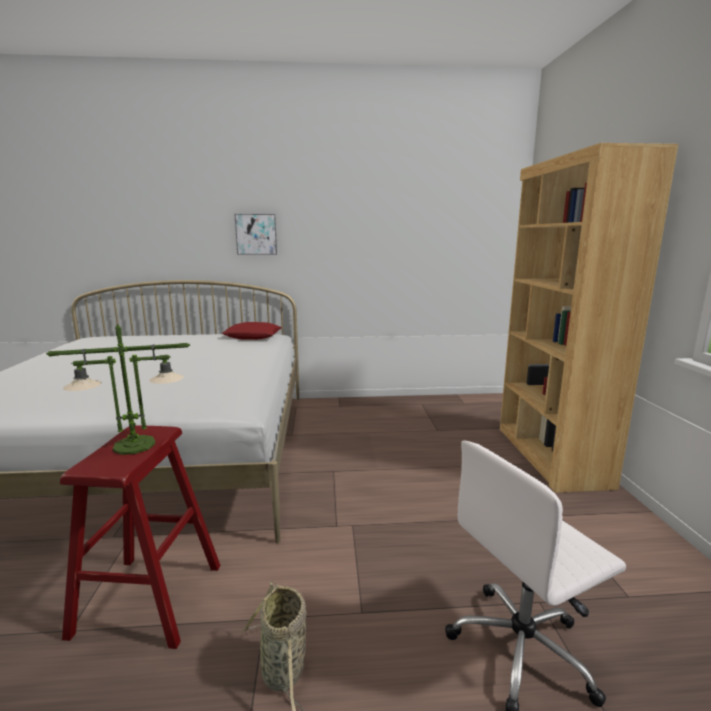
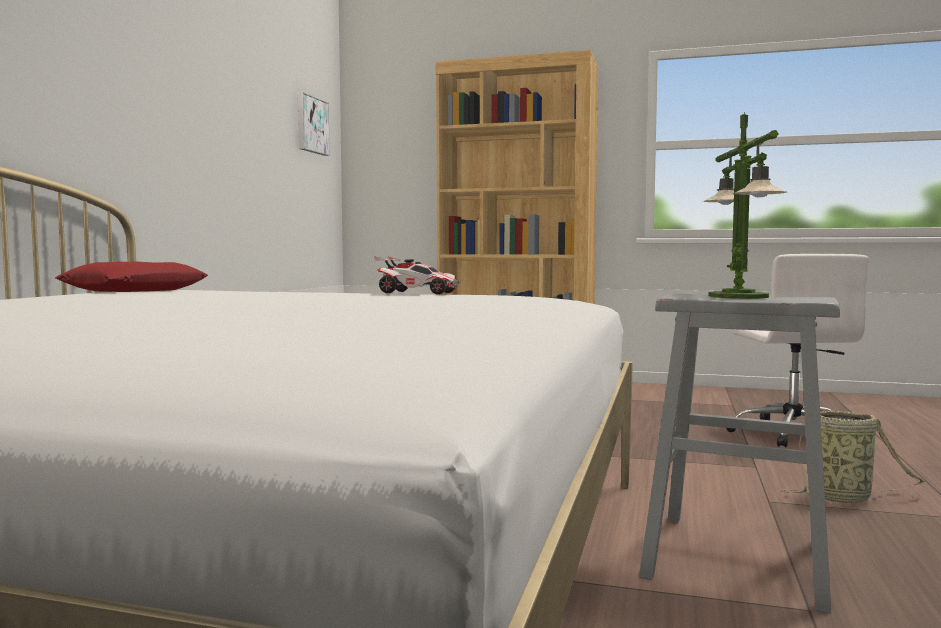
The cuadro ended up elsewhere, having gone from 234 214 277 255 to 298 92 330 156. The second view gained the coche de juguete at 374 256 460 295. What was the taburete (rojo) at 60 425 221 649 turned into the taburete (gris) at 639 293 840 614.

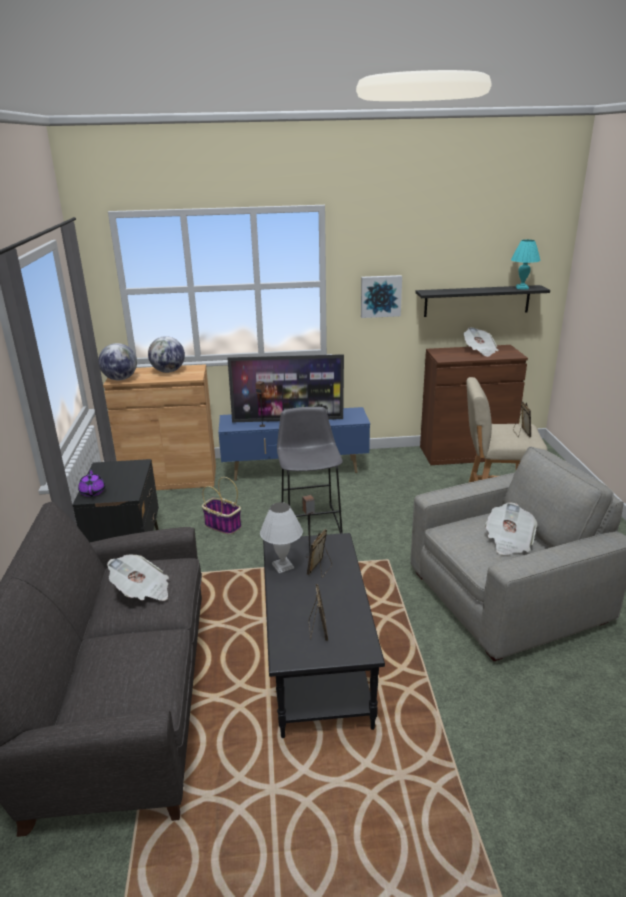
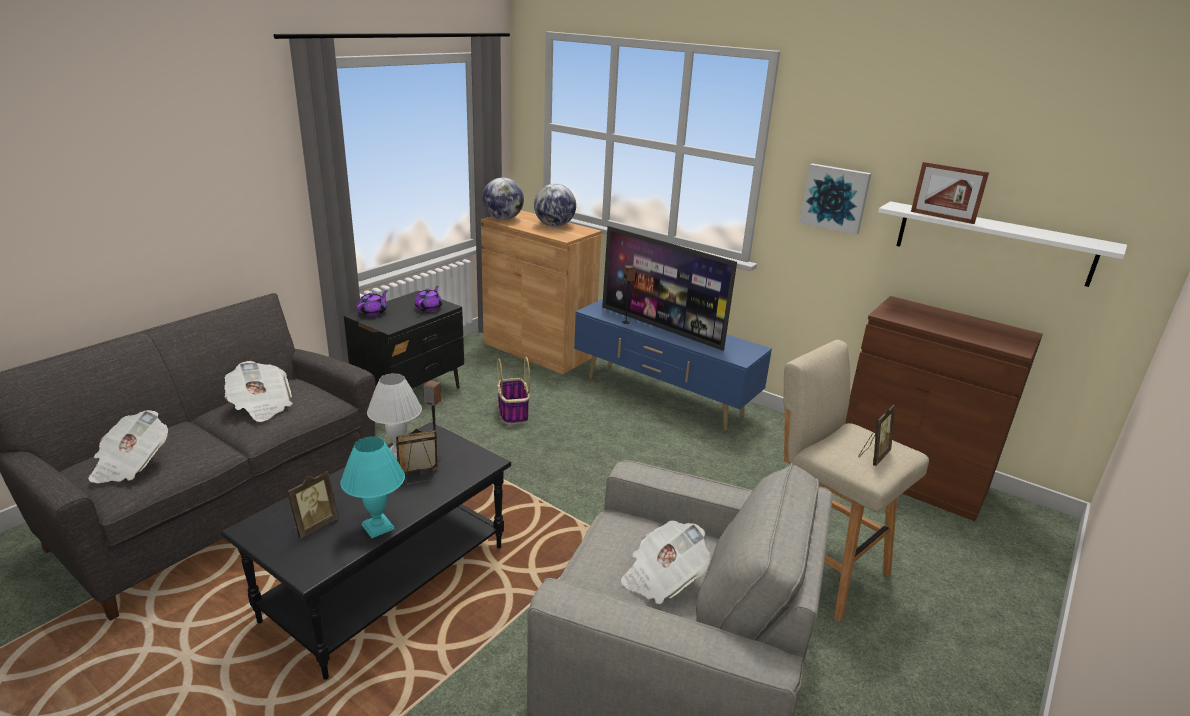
The periódico ended up elsewhere, having gone from 463 327 498 357 to 88 410 168 483. The lámpara de mesa (turquesa) ended up elsewhere, having gone from 511 240 541 289 to 340 437 405 538. The second view gained the tetera (morado) at 415 286 442 312. What was the estante (negro) at 416 285 550 317 turned into the estante (blanco) at 878 201 1127 287. The second view gained the portarretratos at 911 162 989 224. The second view lost the taburete (gris) at 277 407 343 534.

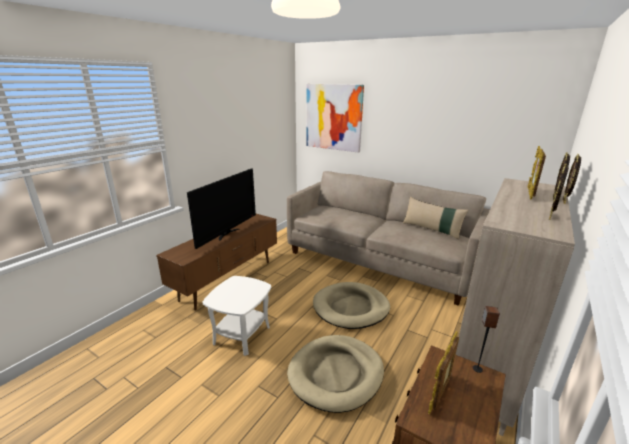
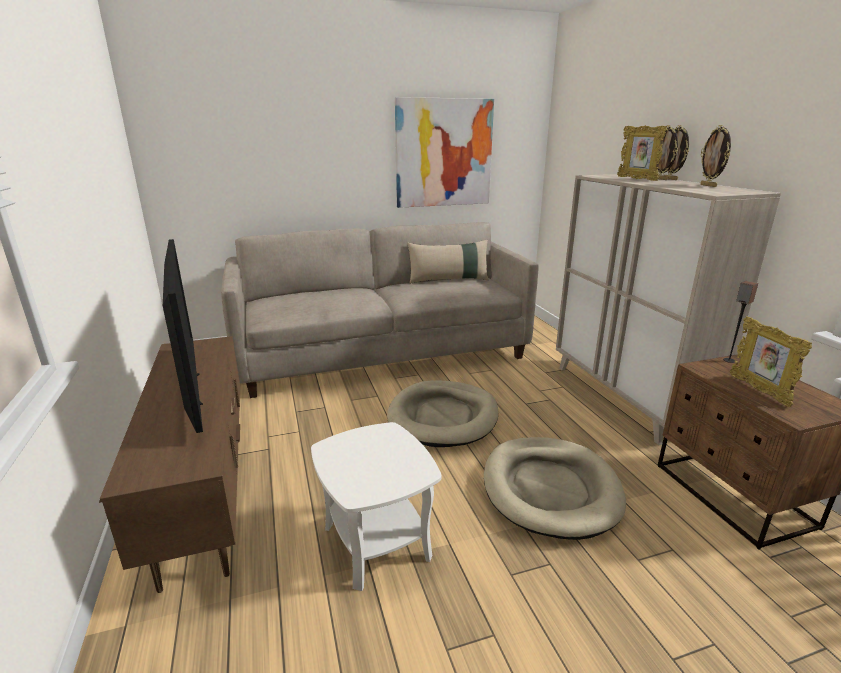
The cuadro ended up elsewhere, having gone from 307 84 364 153 to 395 97 494 208.

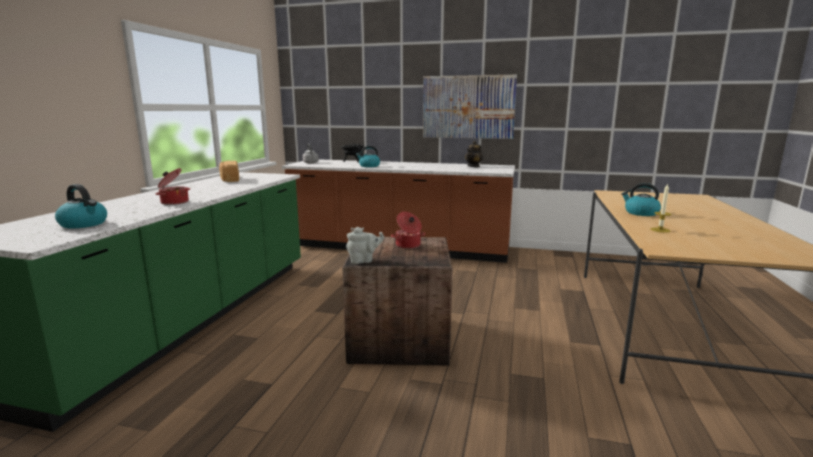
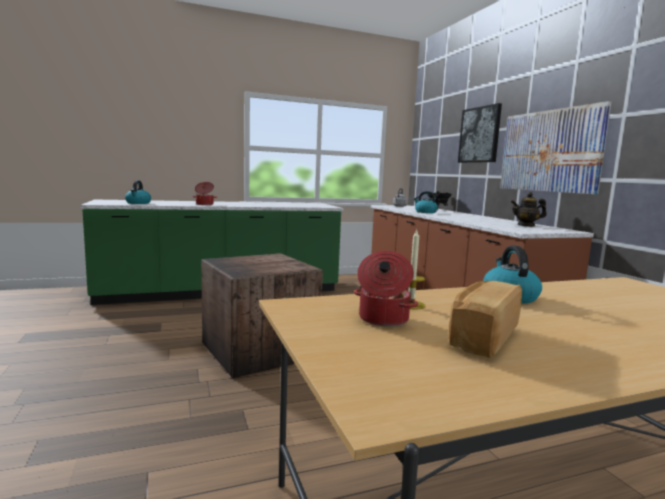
The olla ended up elsewhere, having gone from 391 212 425 249 to 354 251 418 327. The pan ended up elsewhere, having gone from 219 161 239 182 to 448 281 522 359. The second view gained the cuadro at 458 103 502 163. The second view lost the tetera (gris) at 346 227 384 264.

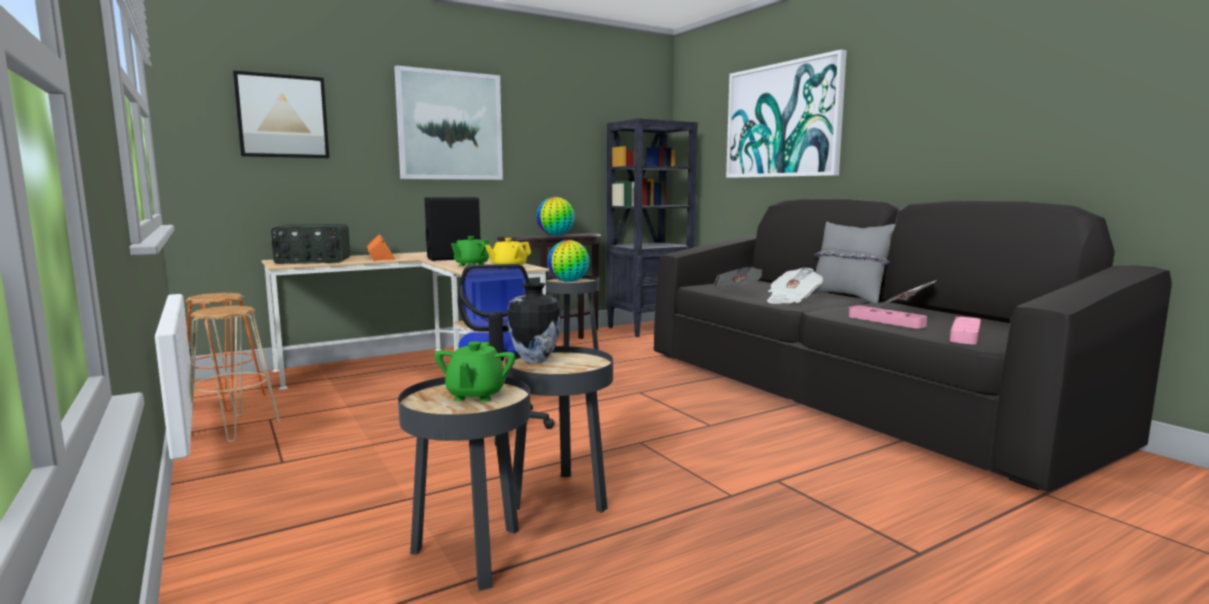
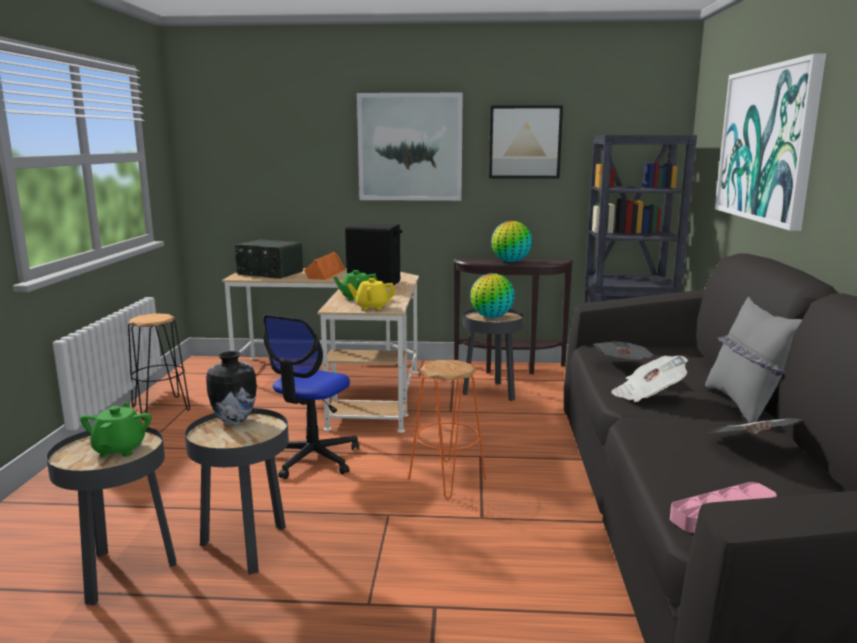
The tetera (verde) at 435 341 516 402 ended up facing another way, 135 degrees clockwise from before. What was the taburete (beis) at 190 305 280 442 turned into the taburete (negro) at 128 313 190 420. The taburete (naranja) ended up elsewhere, having gone from 185 293 265 412 to 408 360 486 499. The cuadro ended up elsewhere, having gone from 233 71 329 158 to 489 105 563 179. The second view lost the bandeja (rosa) at 849 306 927 329.

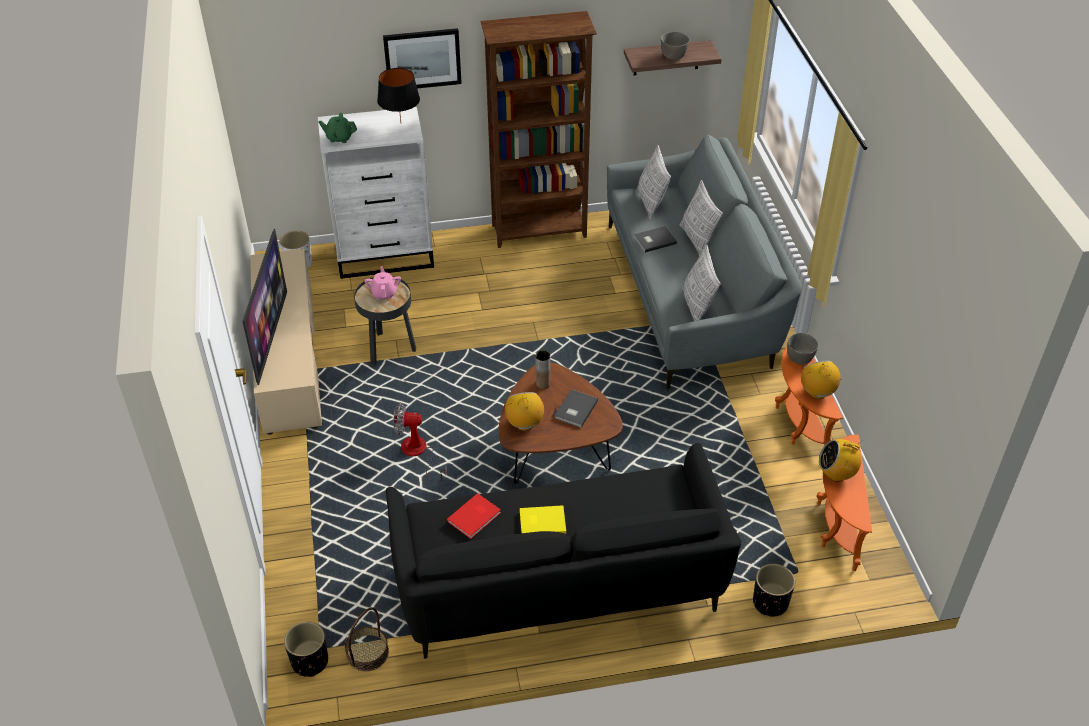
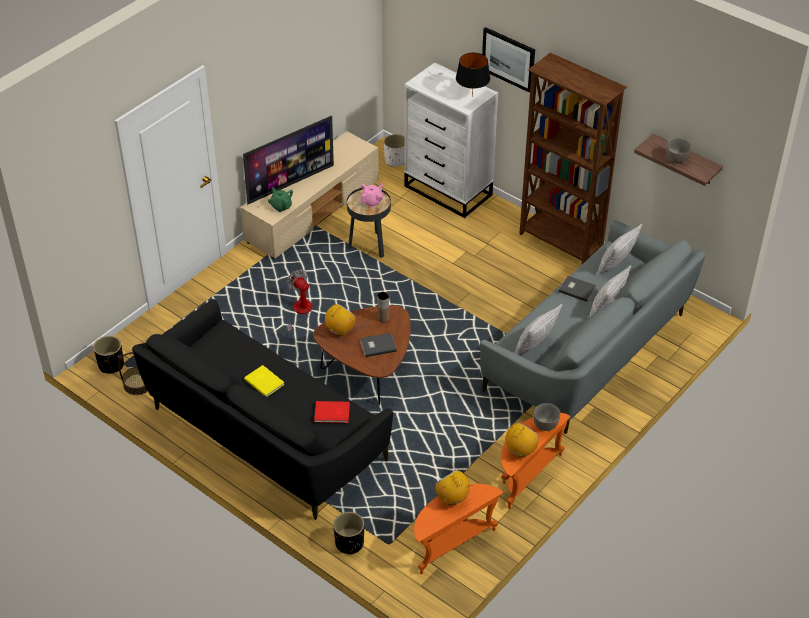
The tetera (verde) ended up elsewhere, having gone from 318 112 357 143 to 268 187 293 212. The libro (rojo) ended up elsewhere, having gone from 447 493 501 539 to 314 401 350 423.

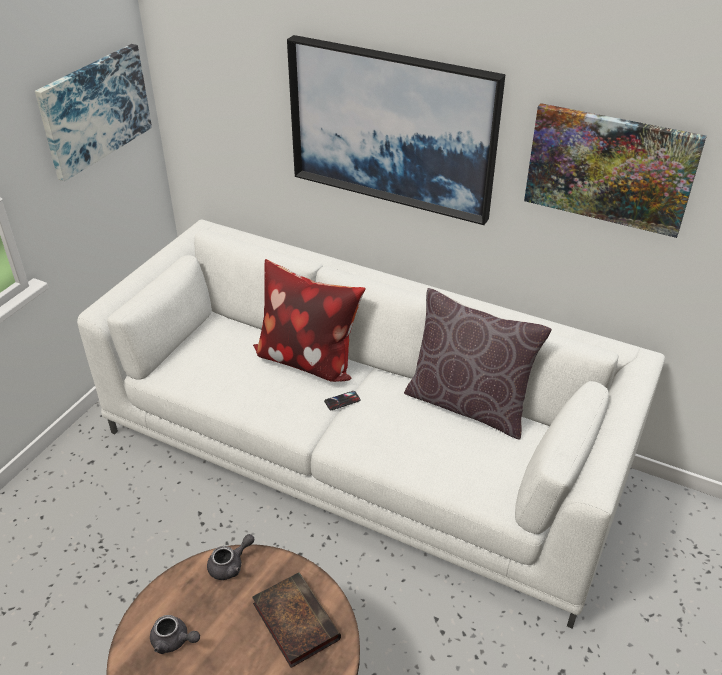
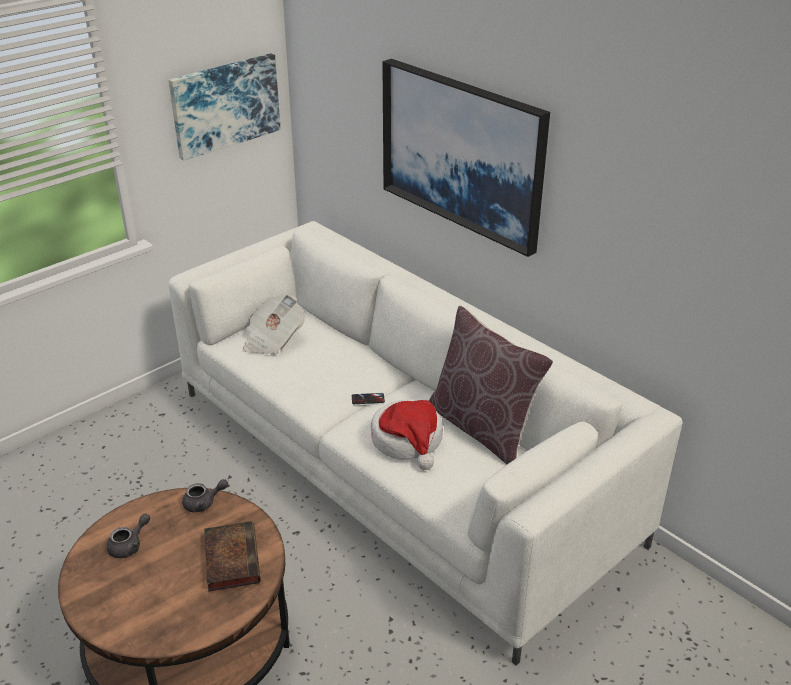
The tetera (gris) at 150 615 200 654 ended up facing another way, 90 degrees counterclockwise from before. The second view gained the periódico at 243 294 305 355. The second view gained the sombrero at 371 399 443 470. The second view lost the cojín at 253 259 365 382. The second view lost the cuadro at 524 103 707 238.

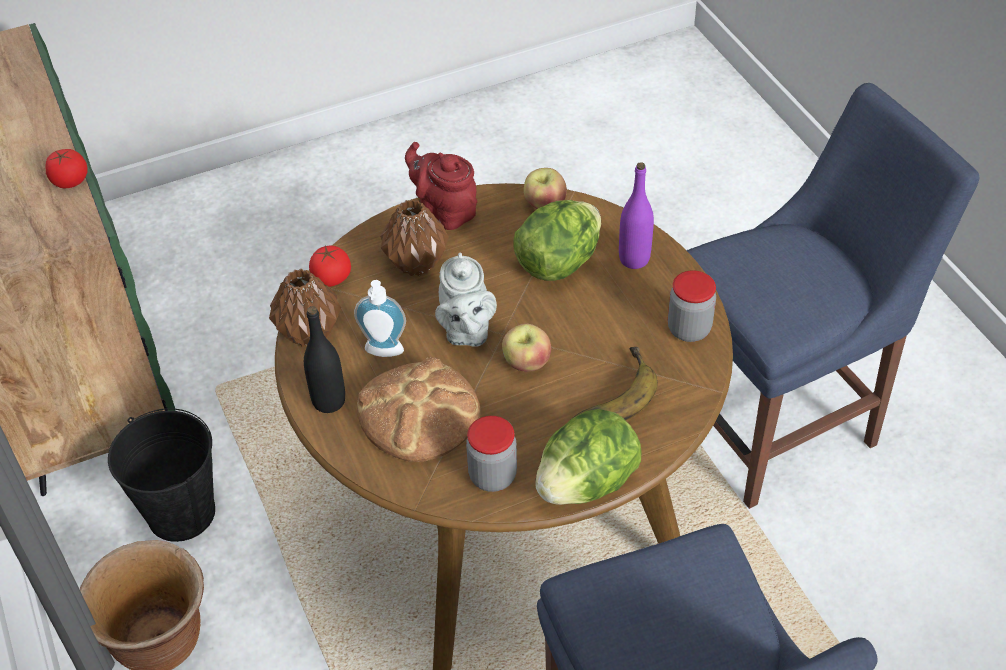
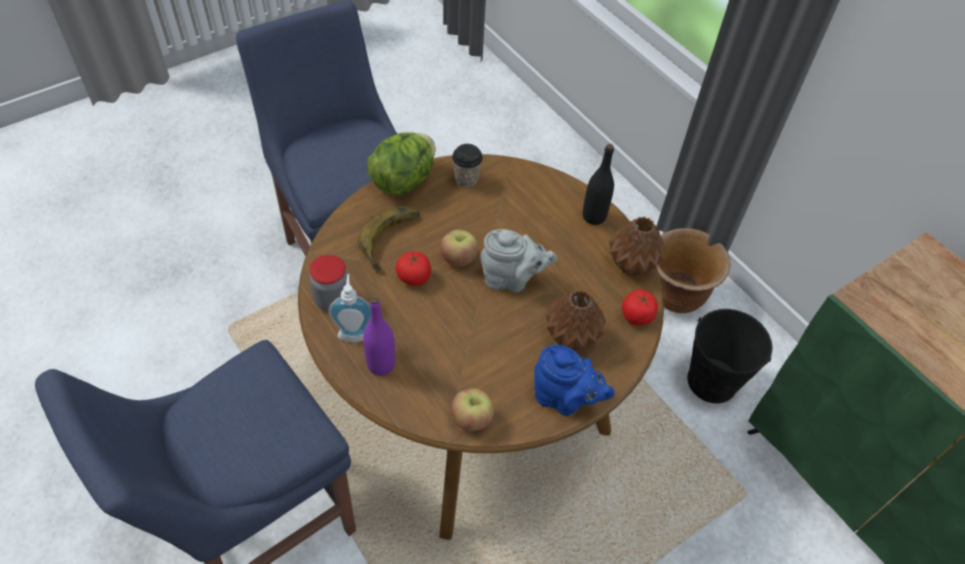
The dispensador de jabón ended up elsewhere, having gone from 354 280 406 357 to 329 274 371 342. The tomate ended up elsewhere, having gone from 45 149 88 188 to 396 251 431 286. Where the tarro stood at 466 416 517 492, the taza came to stand at 452 144 483 188. The tetera (gris) at 435 252 497 346 ended up facing another way, 120 degrees clockwise from before. What was the tetera (rojo) at 405 142 477 230 turned into the tetera (azul) at 534 345 615 416. The second view lost the pan at 357 357 480 462. The second view lost the lechuga at 513 200 601 281.

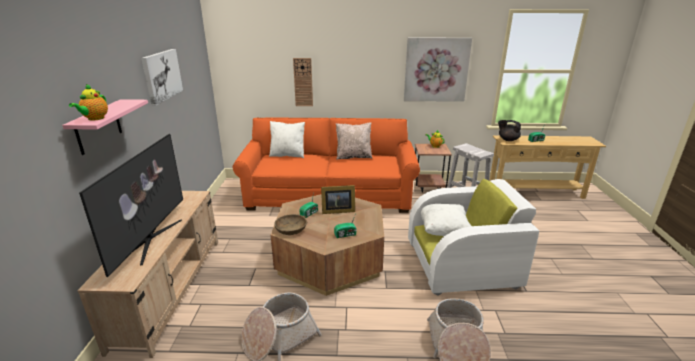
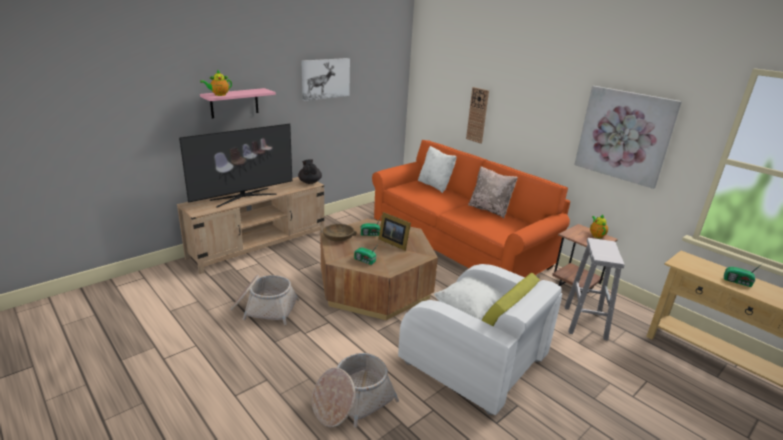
The tetera (negro) ended up elsewhere, having gone from 498 120 521 141 to 298 159 322 184.

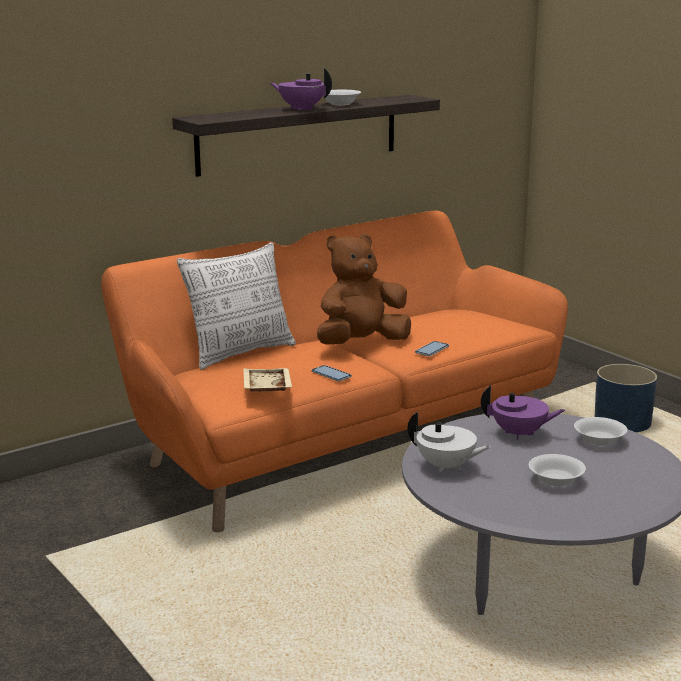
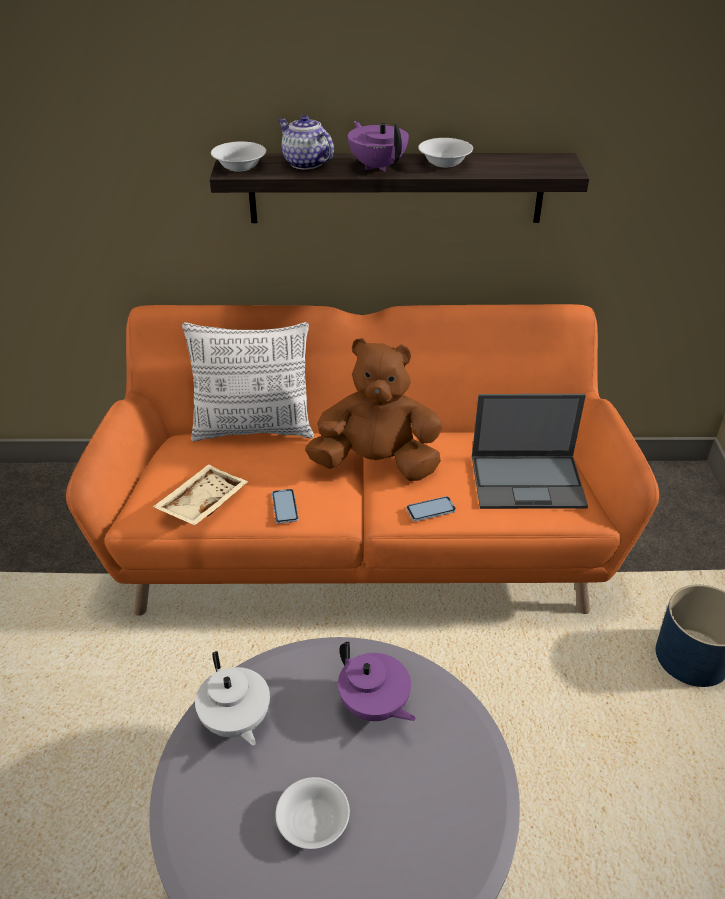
The cuenco (blanco) ended up elsewhere, having gone from 574 417 627 446 to 211 142 266 172. The second view gained the tetera at 278 115 334 170. The second view gained the portátil at 472 394 588 509.

